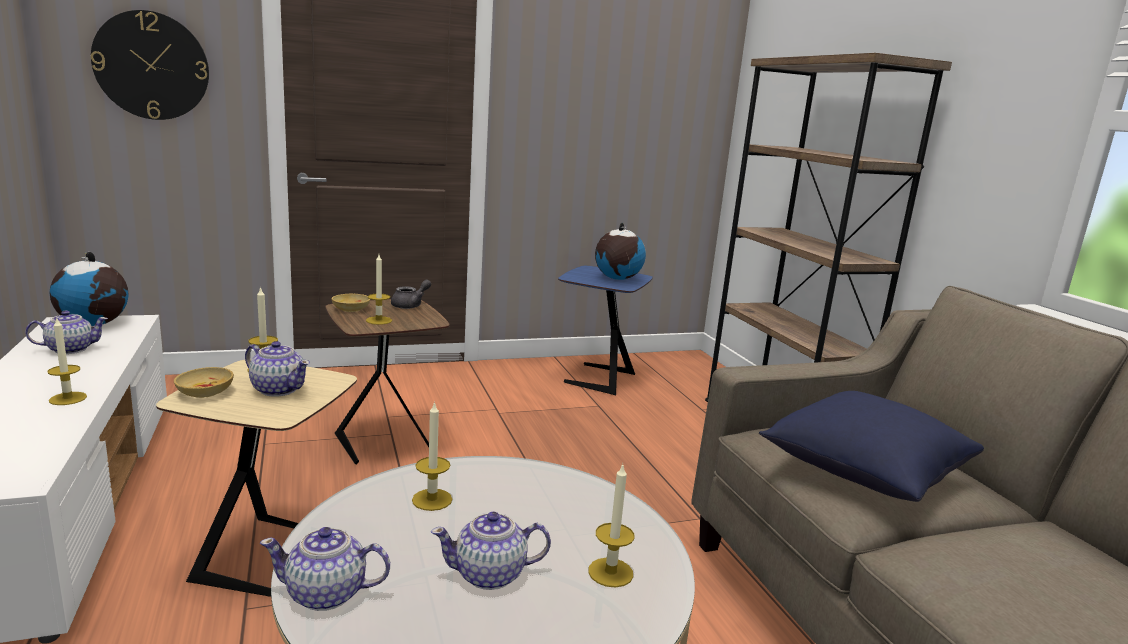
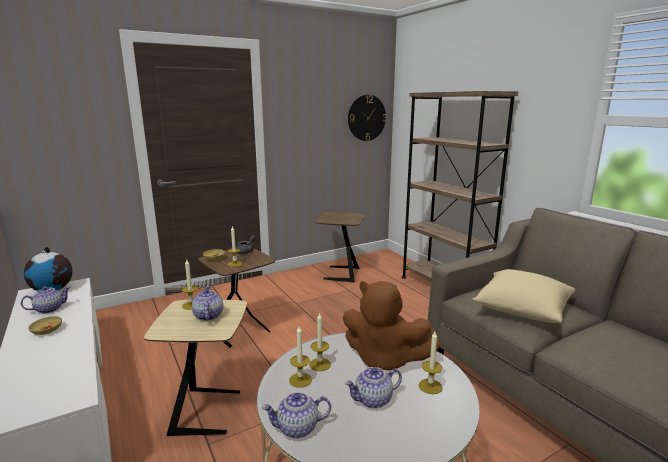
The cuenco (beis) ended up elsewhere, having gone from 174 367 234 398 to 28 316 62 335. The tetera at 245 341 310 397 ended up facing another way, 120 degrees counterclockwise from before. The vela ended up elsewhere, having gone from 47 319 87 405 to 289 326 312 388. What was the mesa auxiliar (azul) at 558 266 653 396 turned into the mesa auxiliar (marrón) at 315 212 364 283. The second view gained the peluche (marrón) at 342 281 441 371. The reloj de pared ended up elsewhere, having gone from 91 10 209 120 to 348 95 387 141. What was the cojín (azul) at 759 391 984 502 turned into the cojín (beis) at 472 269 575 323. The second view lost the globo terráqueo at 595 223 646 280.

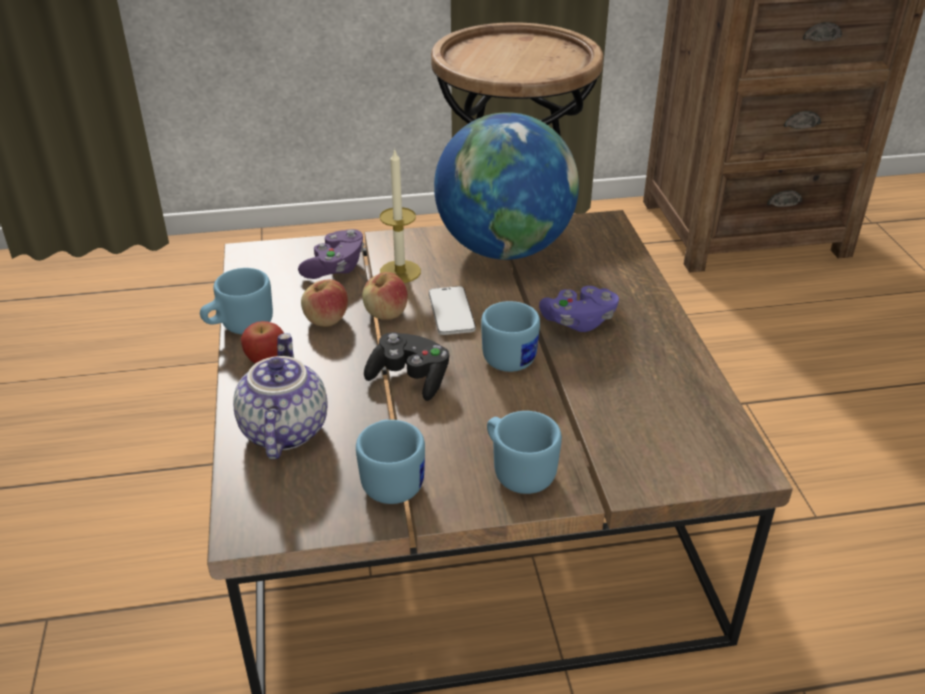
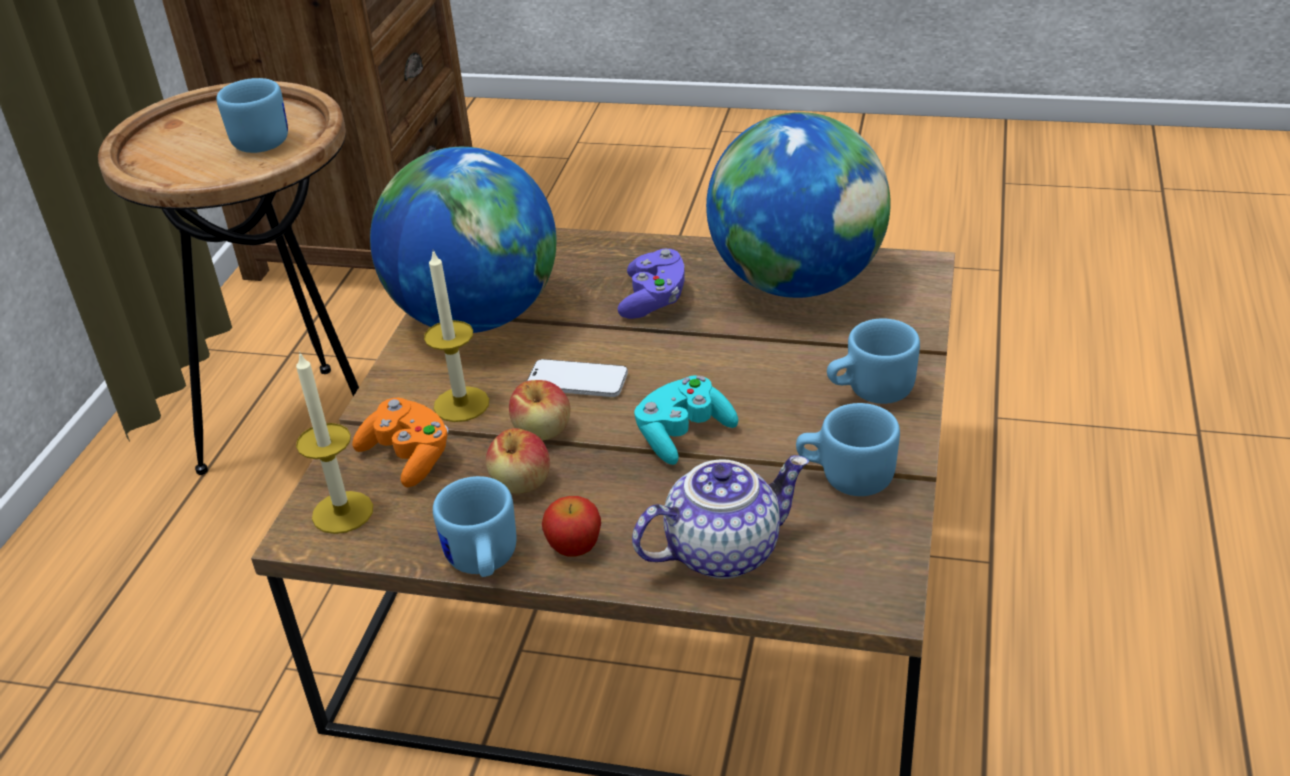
The taza grande (azul) ended up elsewhere, having gone from 481 301 540 372 to 217 78 288 153. The second view gained the vela at 296 351 373 534. What was the mando de consola (morado) at 298 229 365 279 turned into the mando de consola (naranja) at 352 398 449 487. The tetera at 233 333 328 460 ended up facing another way, 135 degrees clockwise from before. What was the mando de consola (negro) at 364 332 449 401 turned into the mando de consola (turquesa) at 634 375 738 465. The second view gained the globo terráqueo at 706 112 891 298.

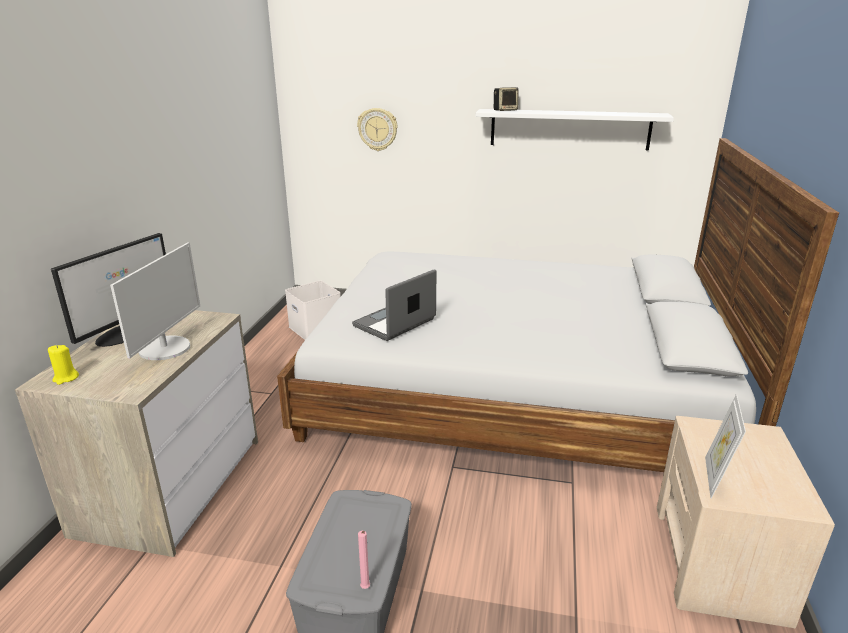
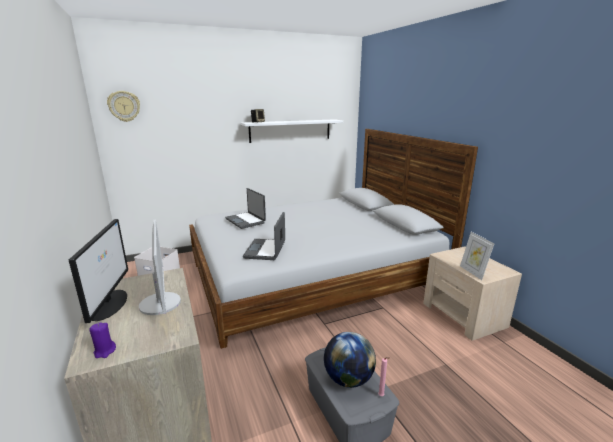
What was the vela (amarillo) at 48 345 79 385 turned into the vela (morado) at 89 322 116 358. The reloj de pared ended up elsewhere, having gone from 357 108 398 151 to 107 91 140 122. The second view gained the portátil at 225 188 266 229. The second view gained the globo terráqueo at 324 332 376 388.

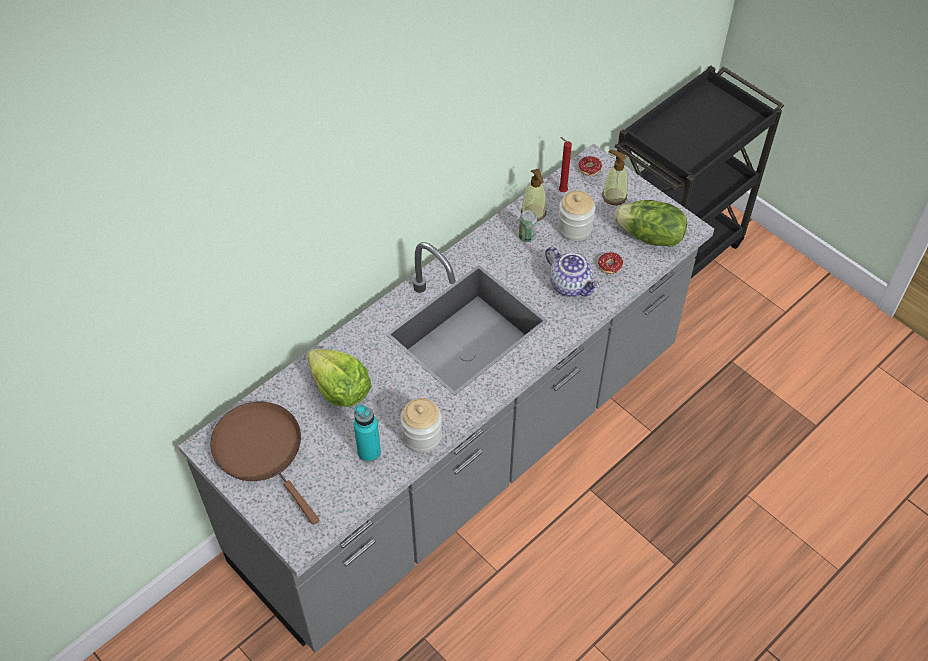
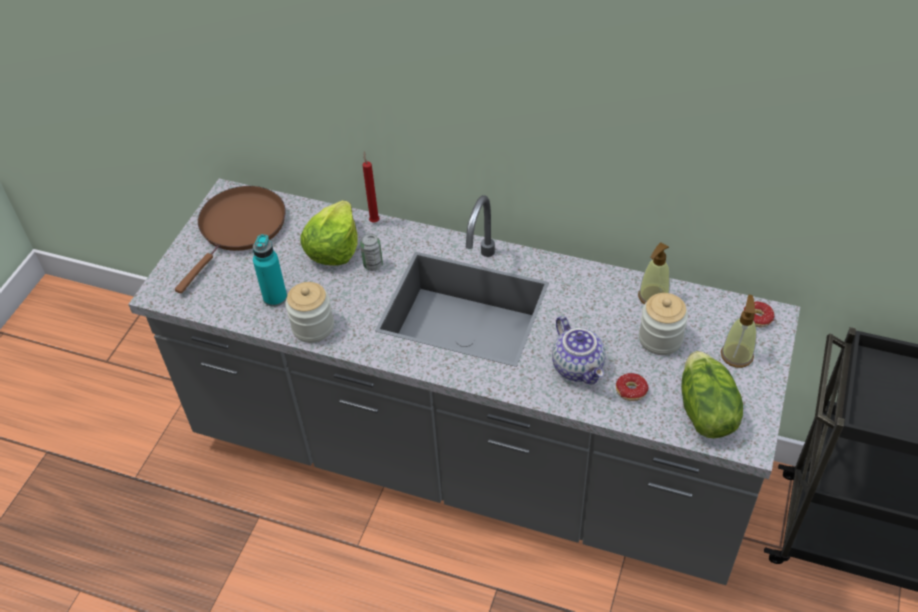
The lata ended up elsewhere, having gone from 519 210 537 242 to 360 233 383 271. The vela (rojo) ended up elsewhere, having gone from 559 137 572 192 to 362 151 380 222. The tetera at 545 247 600 297 ended up facing another way, 45 degrees counterclockwise from before.

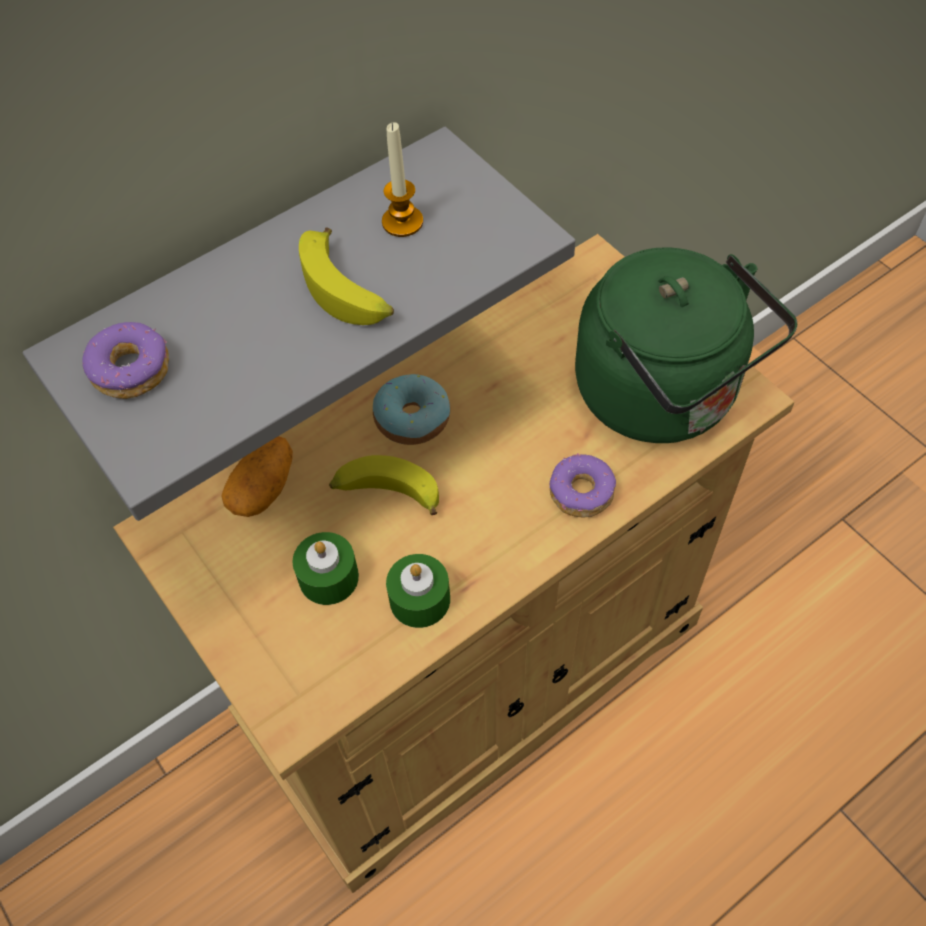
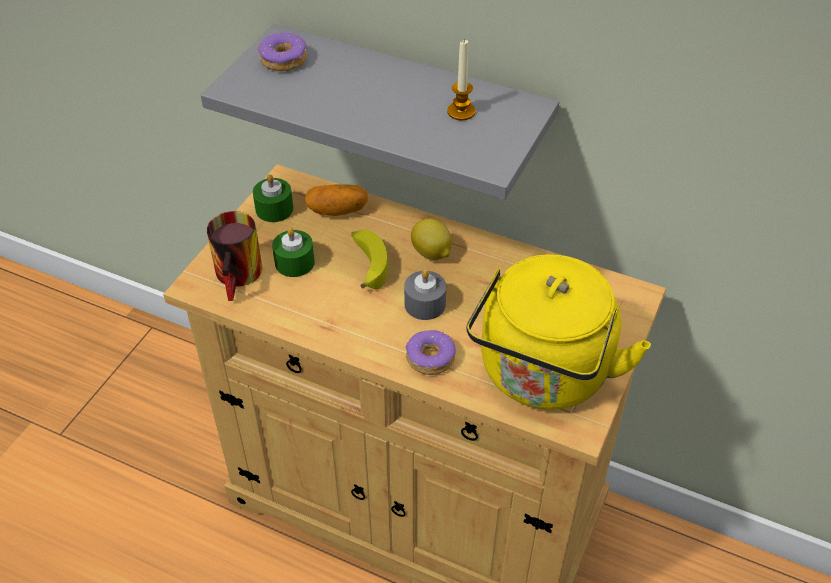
The second view gained the taza grande at 207 211 262 301. The vela (verde) ended up elsewhere, having gone from 386 554 450 628 to 253 174 293 222. The second view gained the vela (gris) at 404 269 446 320. Where the rosquilla stood at 373 374 450 445, the limón came to stand at 411 219 452 260. What was the hervidor (verde) at 575 247 797 443 turned into the hervidor (amarillo) at 466 254 651 409. The second view lost the plátano at 299 227 394 325.

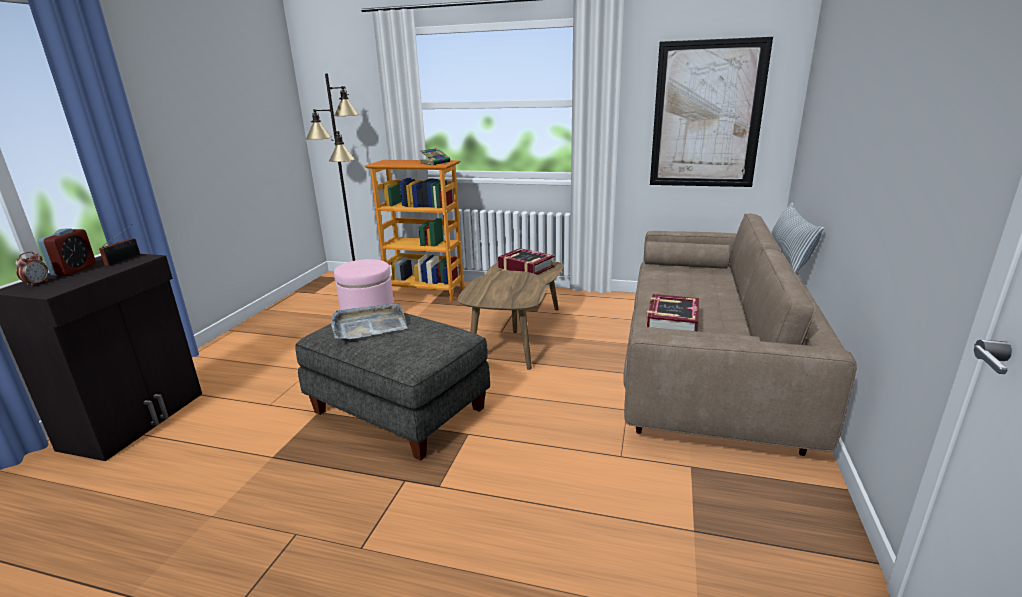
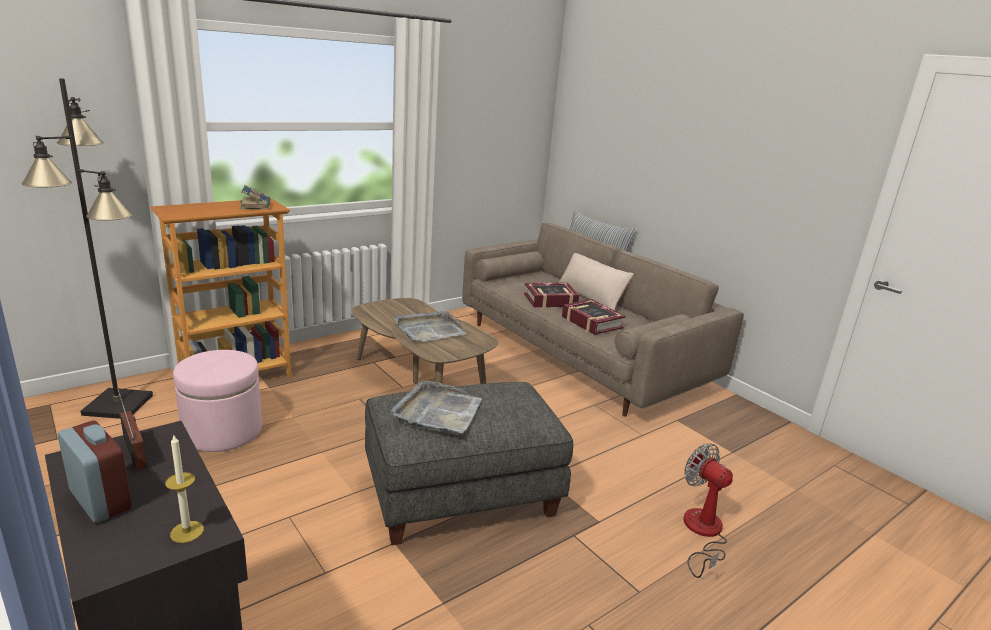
The second view gained the vela at 165 435 204 543. The second view gained the bandeja (gris) at 394 311 466 342. The libro ended up elsewhere, having gone from 498 248 554 275 to 524 282 580 308. The second view gained the cojín (beis) at 558 253 634 311. The second view gained the ventilador at 683 443 733 578. The second view lost the despertador at 15 252 48 285. The second view lost the cuadro at 650 37 773 187.

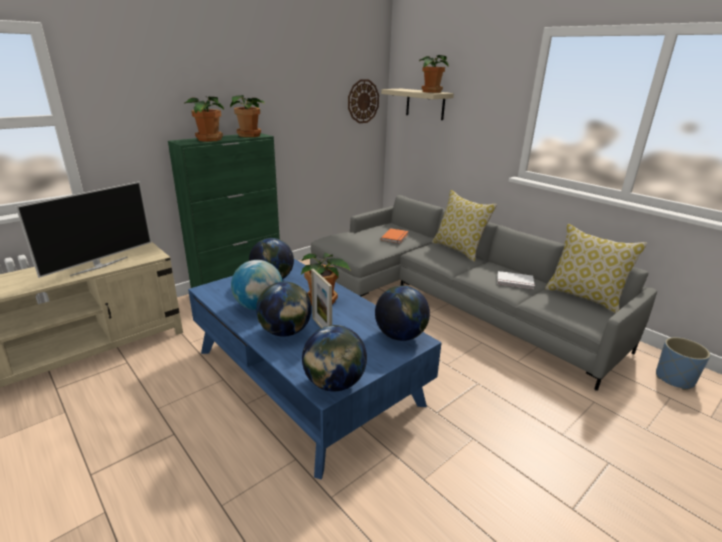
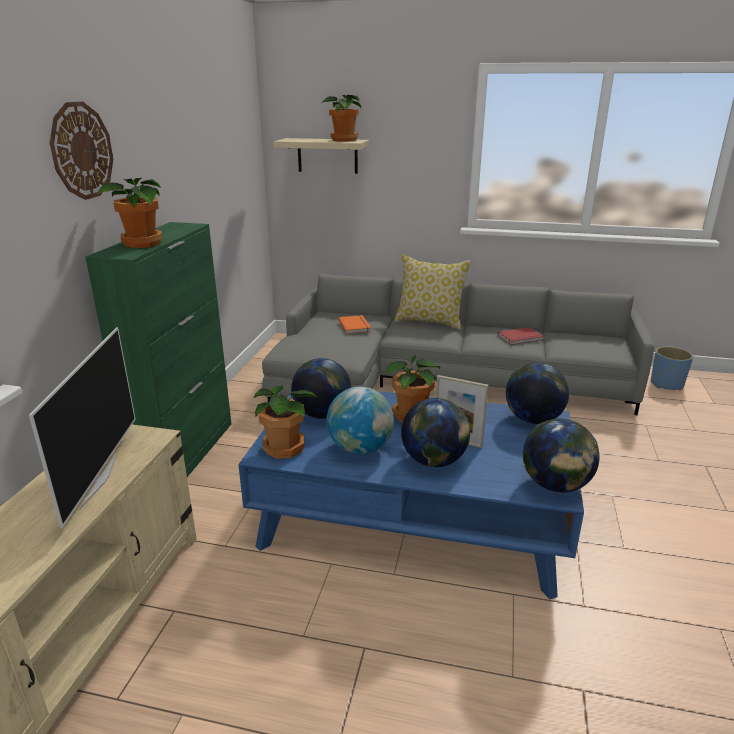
The reloj de pared ended up elsewhere, having gone from 348 79 379 123 to 50 102 113 200. The planta en maceta ended up elsewhere, having gone from 230 95 265 137 to 254 385 316 459. What was the libro (blanco) at 497 271 535 289 turned into the libro (rojo) at 497 327 544 345. The second view lost the cojín at 545 224 648 313.

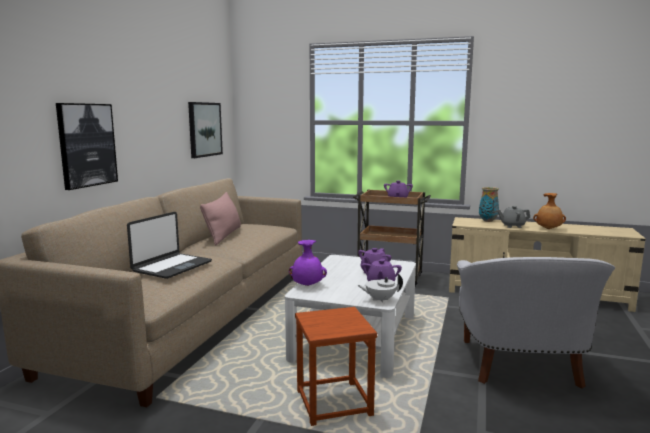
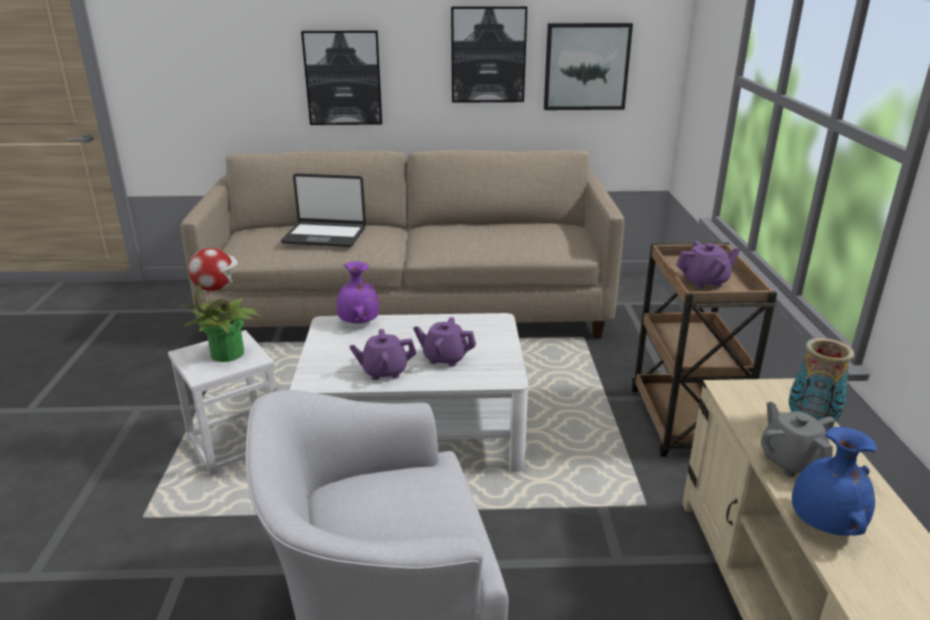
What was the taburete (marrón) at 295 307 377 426 turned into the taburete (blanco) at 168 330 277 476. The second view gained the planta en maceta at 181 248 261 362. The second view gained the cuadro at 451 6 527 103. What was the florero (marrón) at 533 193 566 229 turned into the florero (azul) at 792 427 877 536. The second view lost the cojín (rosa) at 200 192 241 245. The second view lost the tetera (blanco) at 357 274 403 303.

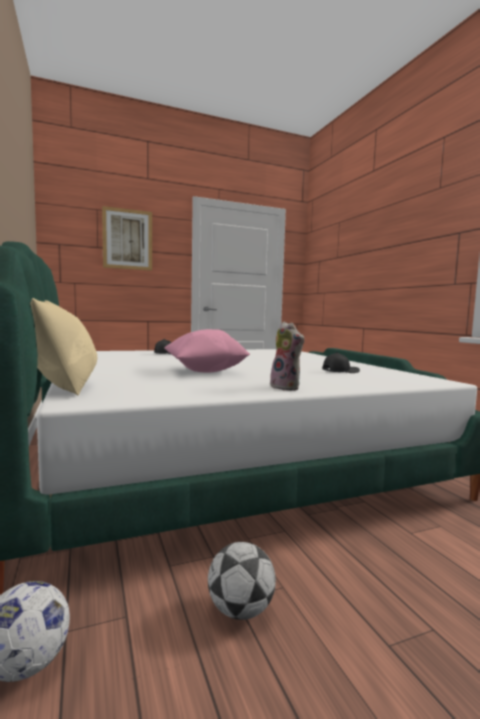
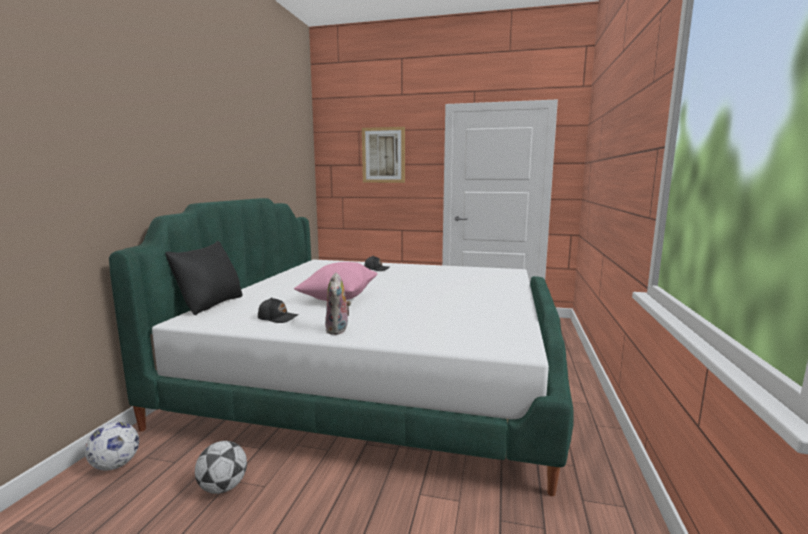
What was the cojín (beis) at 30 298 97 395 turned into the cojín (negro) at 165 241 242 315. The gorra (negro) ended up elsewhere, having gone from 323 352 360 373 to 258 297 298 323.

